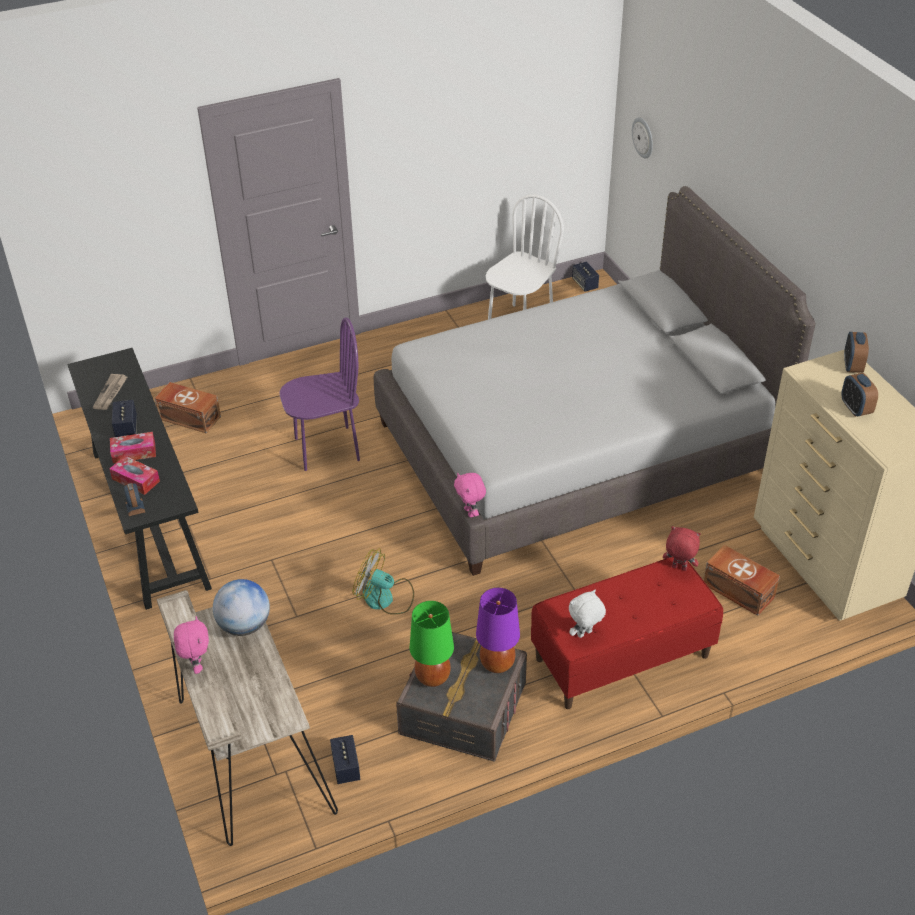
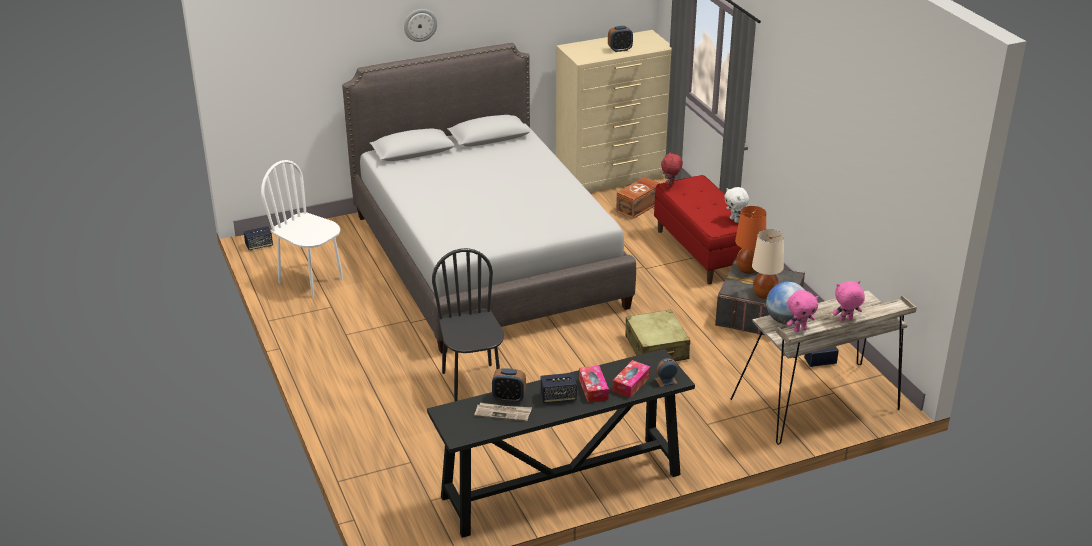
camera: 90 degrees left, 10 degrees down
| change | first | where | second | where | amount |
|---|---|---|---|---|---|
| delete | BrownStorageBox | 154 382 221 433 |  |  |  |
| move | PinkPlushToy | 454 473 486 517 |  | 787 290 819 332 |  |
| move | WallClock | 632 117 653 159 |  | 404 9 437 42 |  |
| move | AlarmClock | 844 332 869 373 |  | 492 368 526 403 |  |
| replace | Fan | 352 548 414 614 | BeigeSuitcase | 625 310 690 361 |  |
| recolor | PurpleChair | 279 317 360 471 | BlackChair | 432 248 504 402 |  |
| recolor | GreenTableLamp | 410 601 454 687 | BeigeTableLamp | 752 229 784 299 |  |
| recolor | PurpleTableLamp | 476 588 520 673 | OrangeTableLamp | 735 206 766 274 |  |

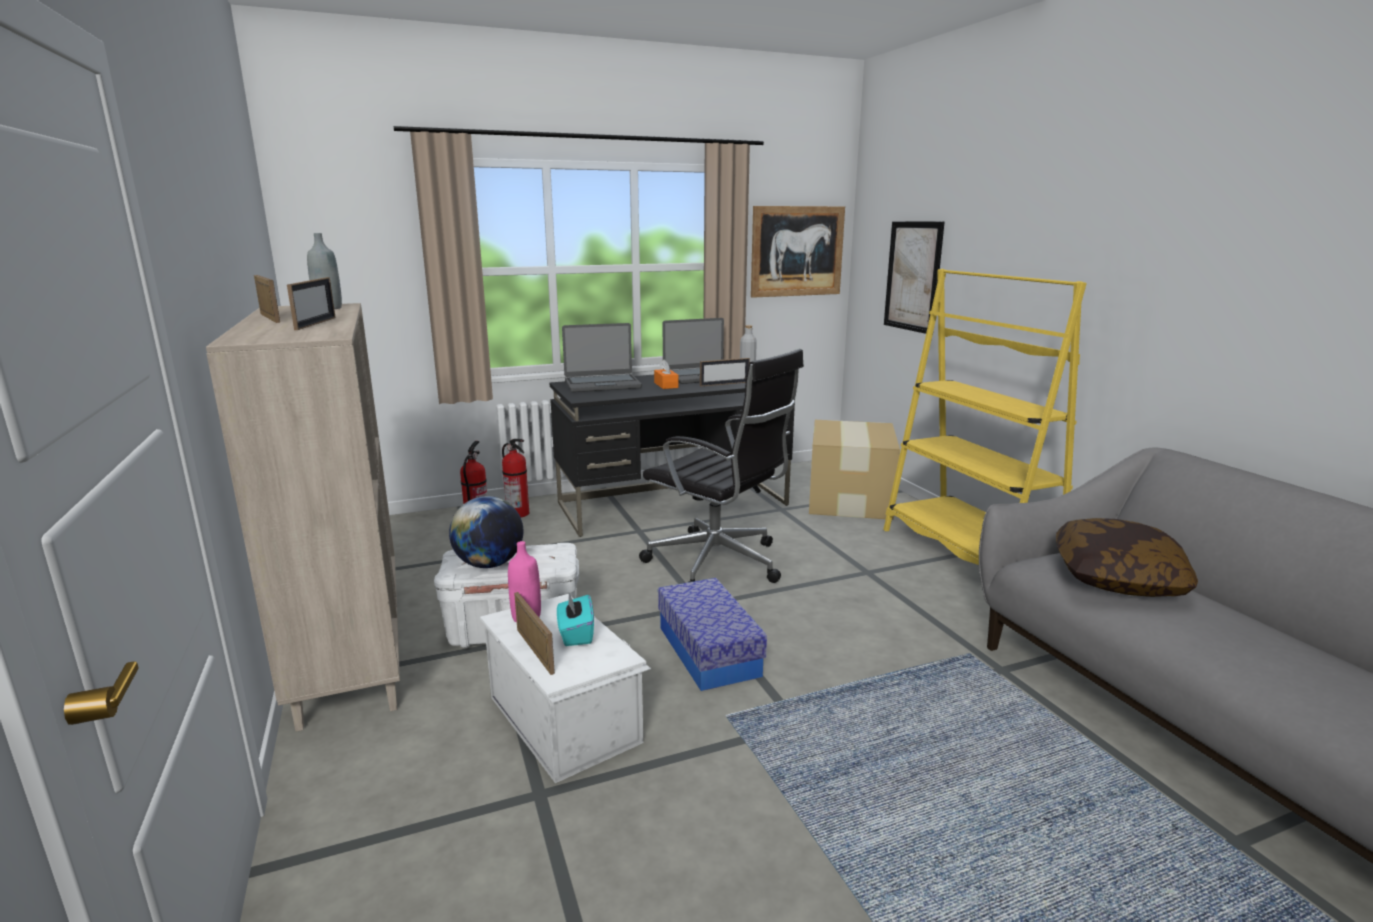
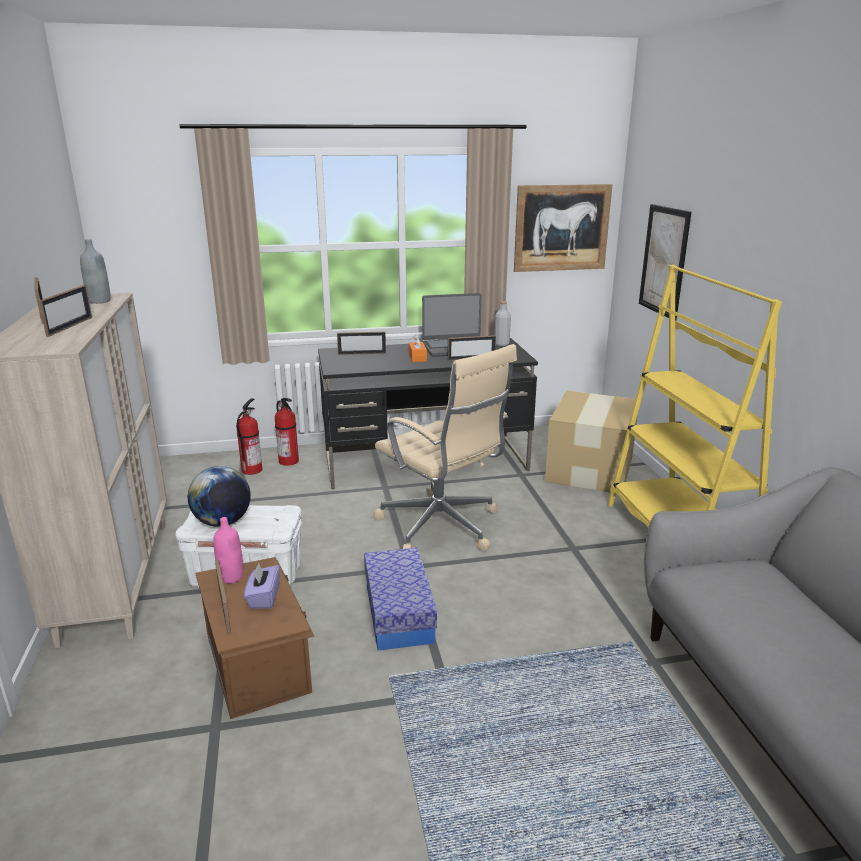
camera: 10 degrees right, 5 degrees up
| change | first | where | second | where | amount |
|---|---|---|---|---|---|
| delete | Pillow | 1056 518 1198 597 |  |  |  |
| replace | Laptop | 562 323 642 392 | PictureFrame | 337 332 386 355 |  |
| recolor | WhiteStorageBox | 480 594 651 783 | BrownStorageBox | 196 557 314 719 |  |
| recolor | TurquoiseTissueBox | 557 593 594 646 | PurpleTissueBox | 244 563 280 609 |  |
| recolor | BlackOfficeChair | 639 349 804 583 | BeigeOfficeChair | 374 344 517 551 |  |

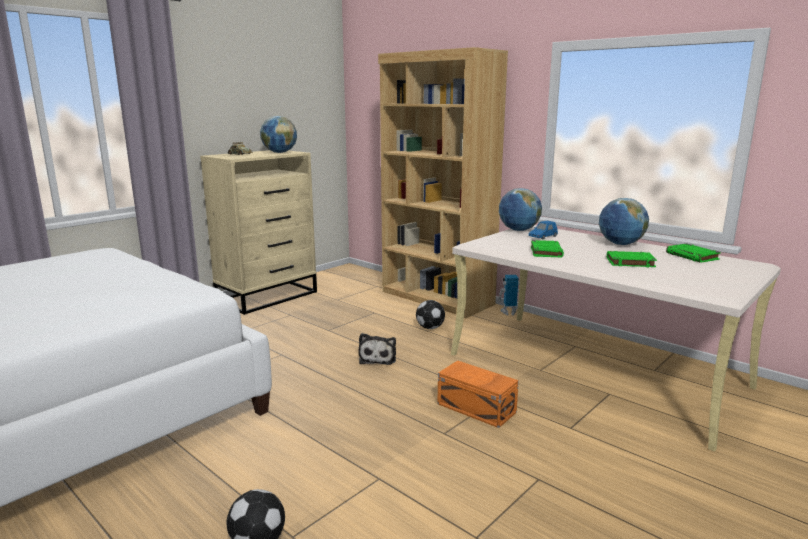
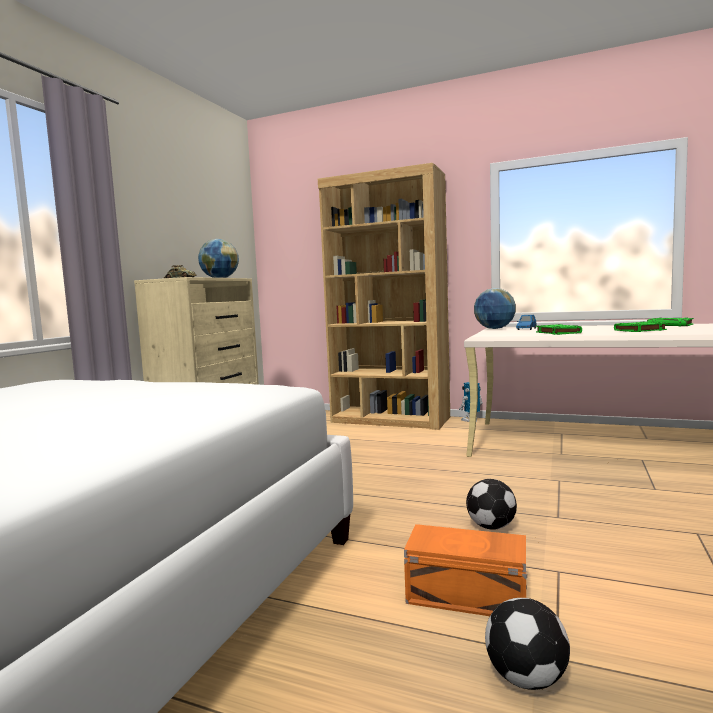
camera: 20 degrees left, 10 degrees down
| change | first | where | second | where | amount |
|---|---|---|---|---|---|
| delete | PlushToy | 358 333 396 365 |  |  |  |
| delete | Globe | 599 198 649 245 |  |  |  |
| move | Football | 416 300 445 329 |  | 466 479 517 530 |  |
| move | OrangeStorageBox | 437 360 519 428 |  | 404 524 527 616 |  |

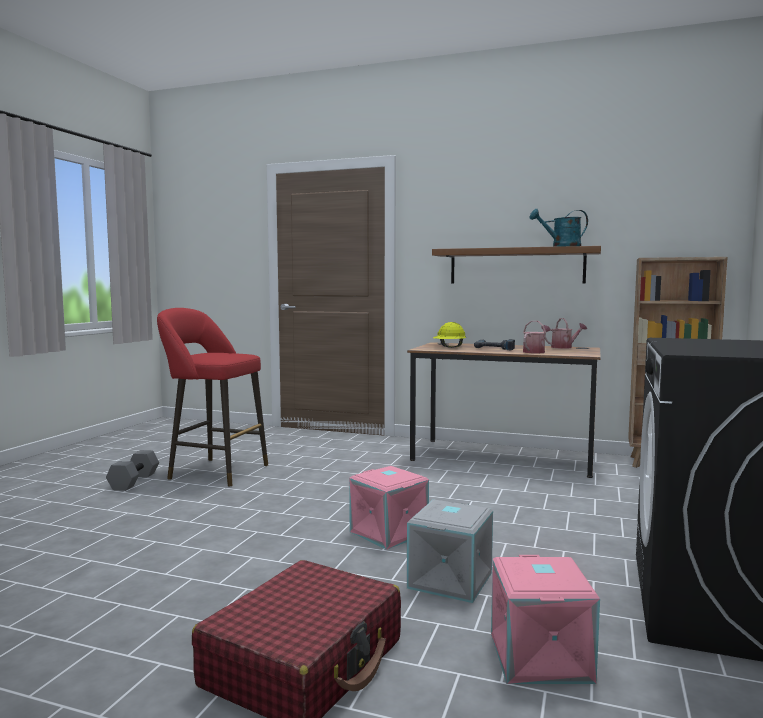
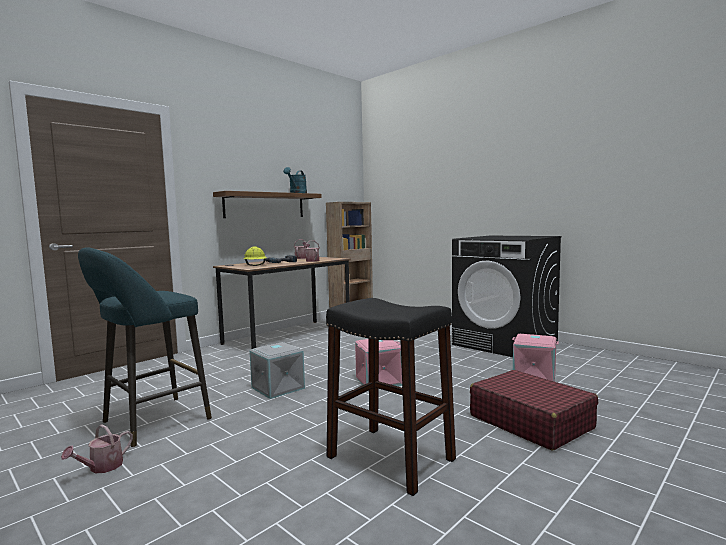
camera: 65 degrees left, 0 degrees up
| change | first | where | second | where | amount |
|---|---|---|---|---|---|
| insert |  |  | BlackStool | 326 298 456 496 |  |
| move | GreyStorageBox | 407 500 493 603 |  | 250 342 305 399 |  |
| replace | GreyDumbbell | 106 450 159 491 | WateringCan | 61 424 133 473 |  |
| recolor | RedStool | 157 308 268 486 | TurquoiseStool | 78 247 212 447 |  |

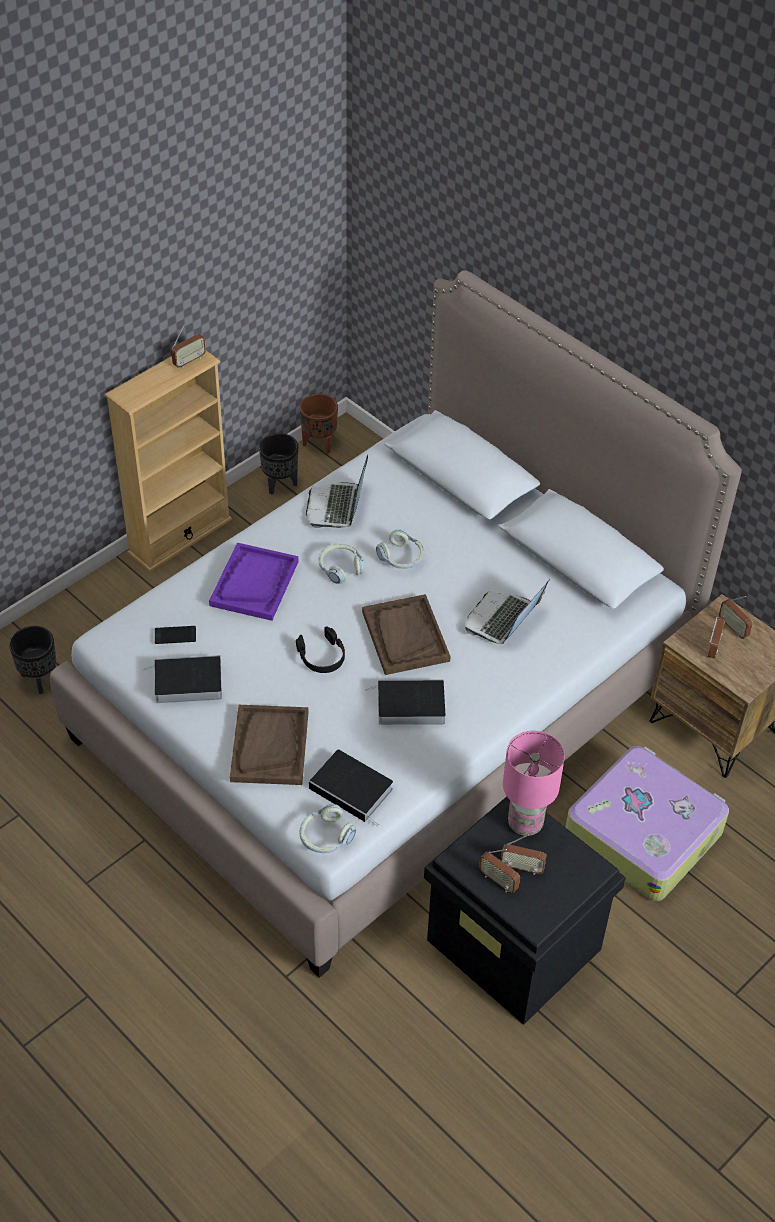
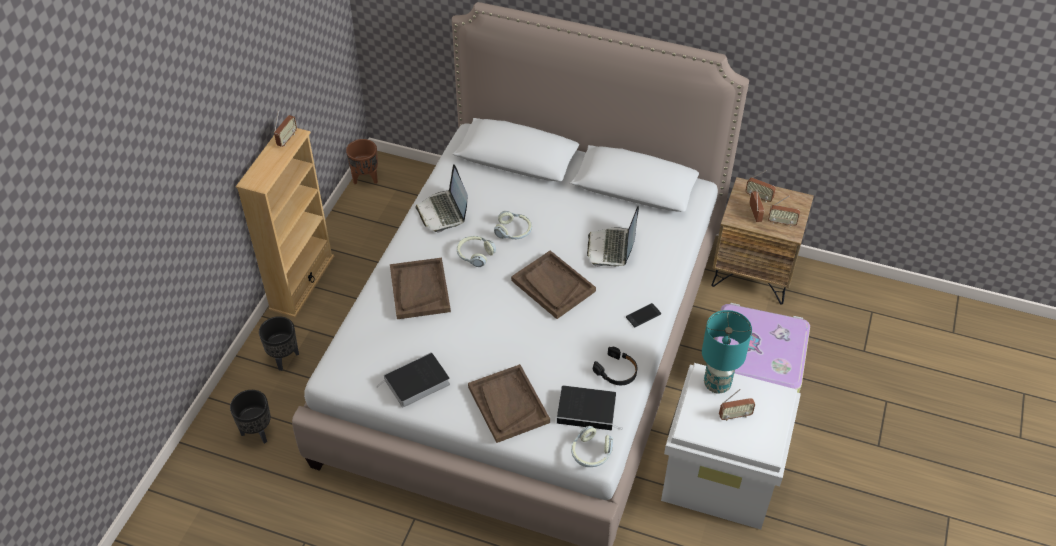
camera: 25 degrees left, 0 degrees up
| change | first | where | second | where | amount |
|---|---|---|---|---|---|
| delete | Book | 365 679 446 725 |  |  |  |
| move | Phone | 155 626 196 644 |  | 626 303 661 327 |  |
| move | BlackPlanter | 259 433 298 495 |  | 259 316 299 371 |  |
| move | BlackHeadphones | 296 626 345 673 |  | 593 347 637 385 |  |
| move | Radio | 479 849 520 894 |  | 768 196 800 227 |  |
| recolor | PurpleTray | 209 543 299 621 | BrownTray | 390 258 451 319 |  |
| recolor | BlackStorageBox | 424 797 626 1025 | WhiteStorageBox | 661 363 801 530 |  |
| recolor | PinkTableLamp | 503 731 565 836 | TurquoiseTableLamp | 702 310 752 394 |  |

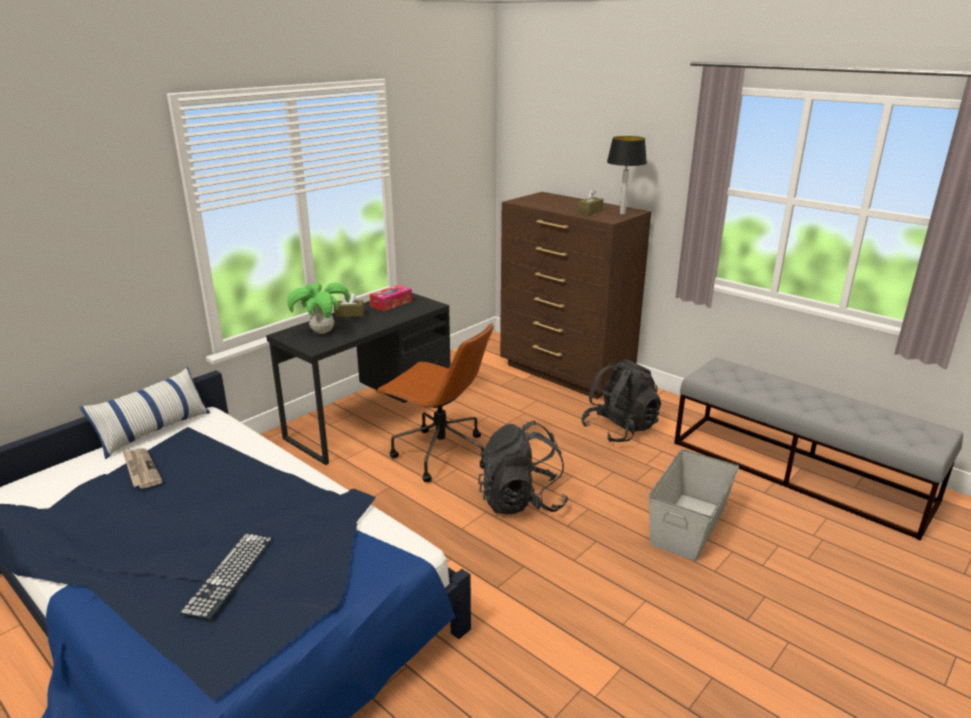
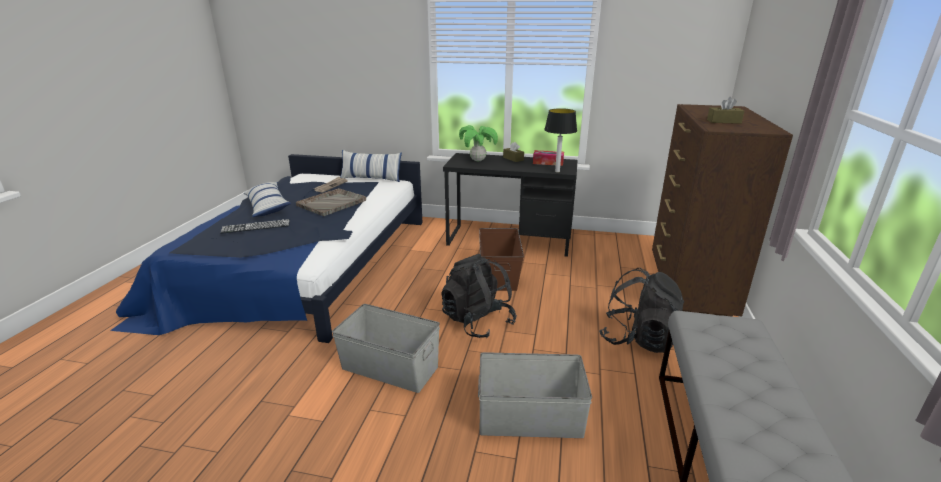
camera: 60 degrees right, 0 degrees up
| change | first | where | second | where | amount |
|---|---|---|---|---|---|
| insert |  |  | Pillow | 244 182 291 217 |  |
| insert |  |  | GreyTray | 296 188 366 216 |  |
| insert |  |  | GreyStorageBox | 332 304 440 393 |  |
| move | TableLamp | 607 136 647 215 |  | 544 108 577 172 |  |
| replace | BrownOfficeChair | 376 323 494 482 | BrownStorageBox | 479 228 524 291 |  |

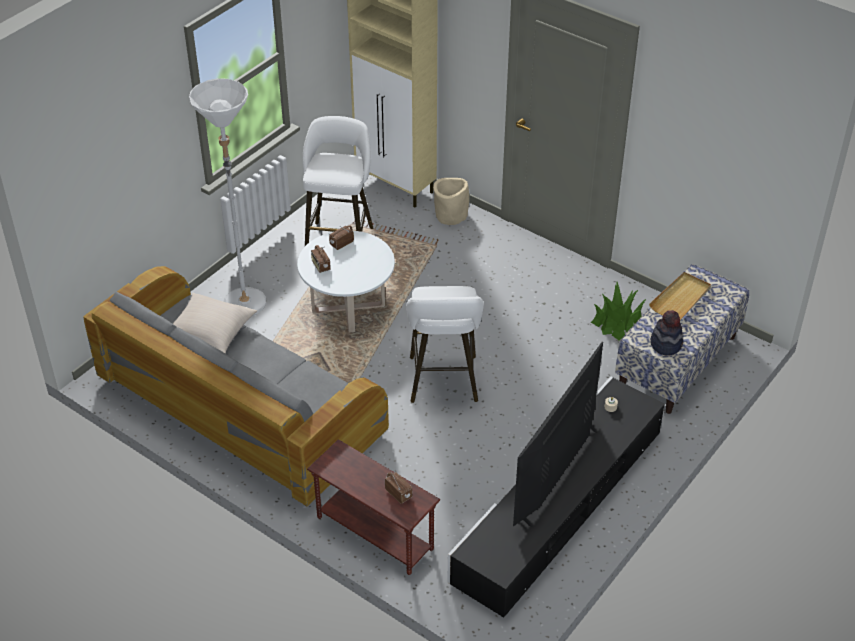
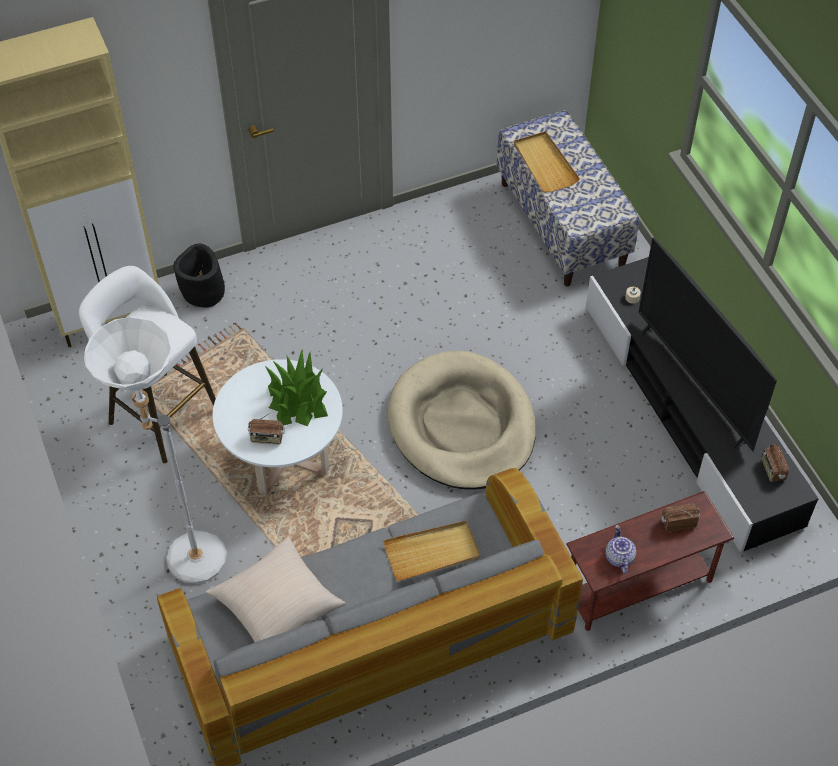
camera: 60 degrees left, 10 degrees up
| change | first | where | second | where | amount |
|---|---|---|---|---|---|
| delete | Hat | 651 310 683 355 |  |  |  |
| insert |  |  | BeigeTray | 383 521 480 582 |  |
| insert |  |  | Teapot | 605 525 636 574 |  |
| move | Radio | 329 225 354 250 |  | 762 444 789 482 |  |
| move | PottedPlant | 591 282 646 340 |  | 265 349 328 426 |  |
| replace | WhiteStool | 406 286 484 403 | BeigeDogBed | 388 351 536 490 |  |
| recolor | BeigePlanter | 433 178 469 225 | BlackPlanter | 173 243 225 308 |  |

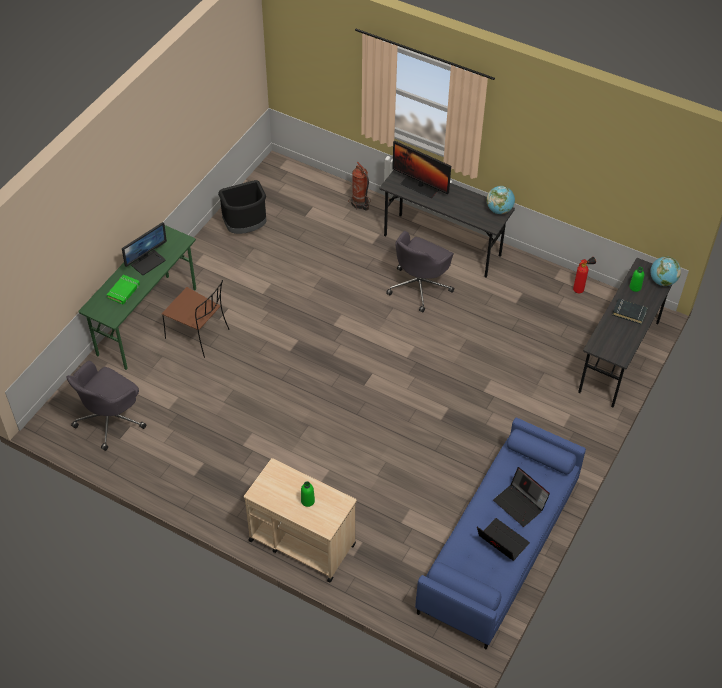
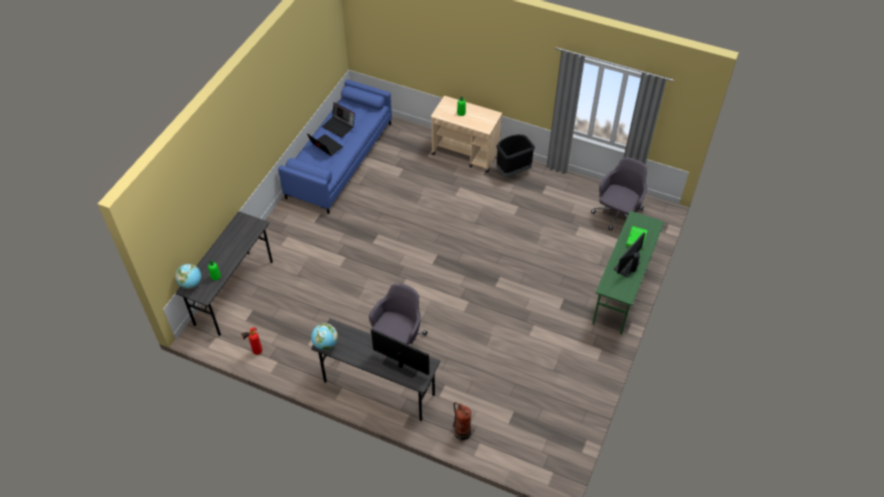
camera: 175 degrees right, 0 degrees up
| change | first | where | second | where | amount |
|---|---|---|---|---|---|
| delete | BrownChair | 162 280 229 358 |  |  |  |
| delete | BlackBook | 612 298 648 325 |  |  |  |
| move | BlackTrashCan | 218 180 266 234 |  | 496 134 535 177 |  |

